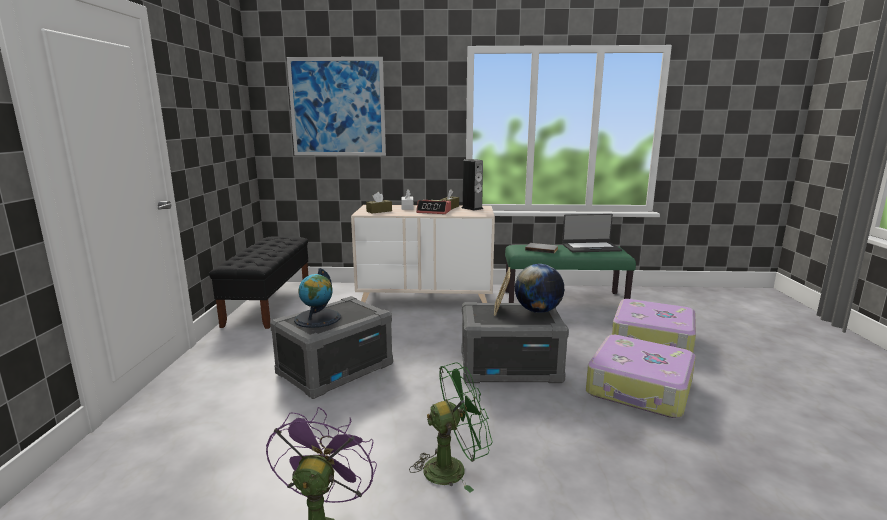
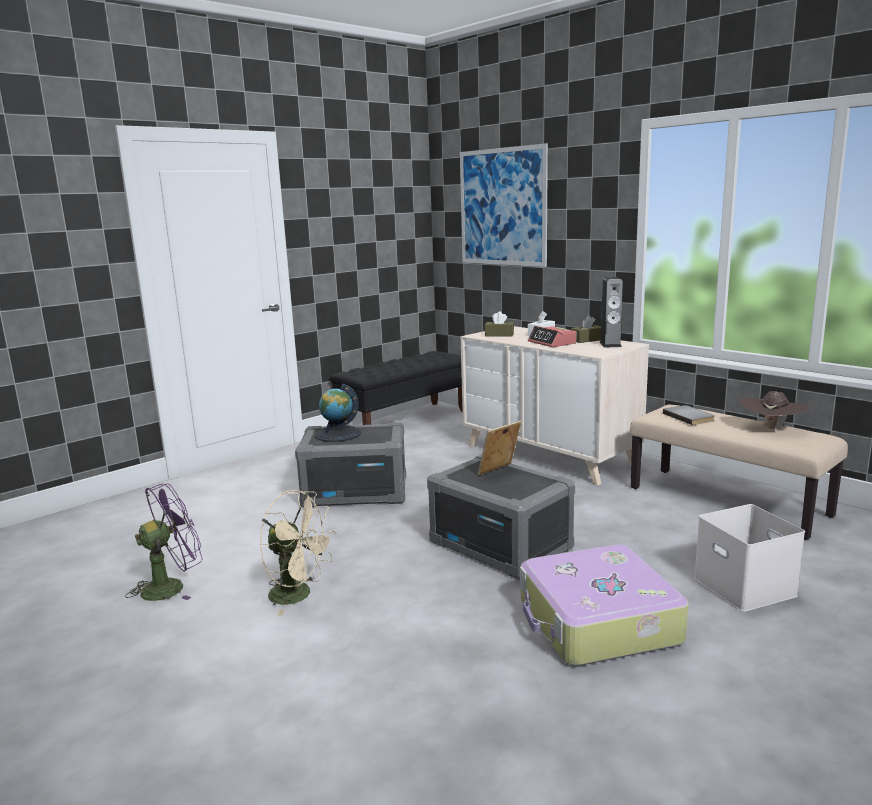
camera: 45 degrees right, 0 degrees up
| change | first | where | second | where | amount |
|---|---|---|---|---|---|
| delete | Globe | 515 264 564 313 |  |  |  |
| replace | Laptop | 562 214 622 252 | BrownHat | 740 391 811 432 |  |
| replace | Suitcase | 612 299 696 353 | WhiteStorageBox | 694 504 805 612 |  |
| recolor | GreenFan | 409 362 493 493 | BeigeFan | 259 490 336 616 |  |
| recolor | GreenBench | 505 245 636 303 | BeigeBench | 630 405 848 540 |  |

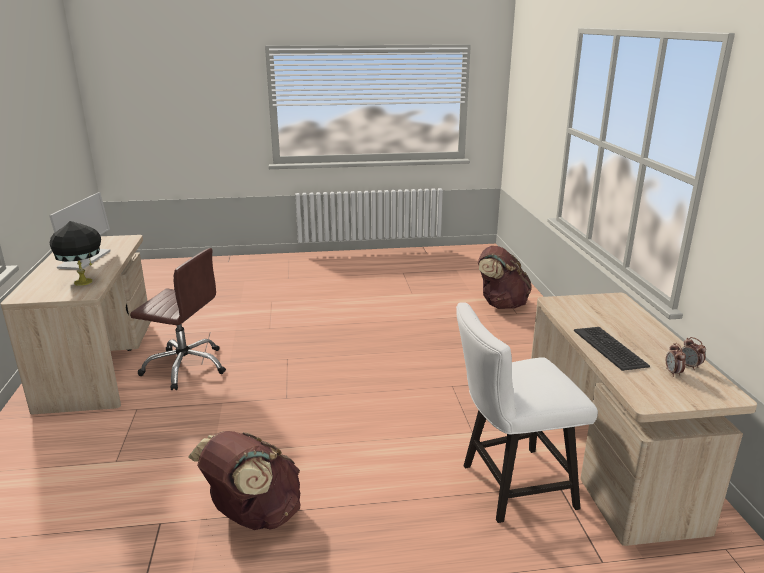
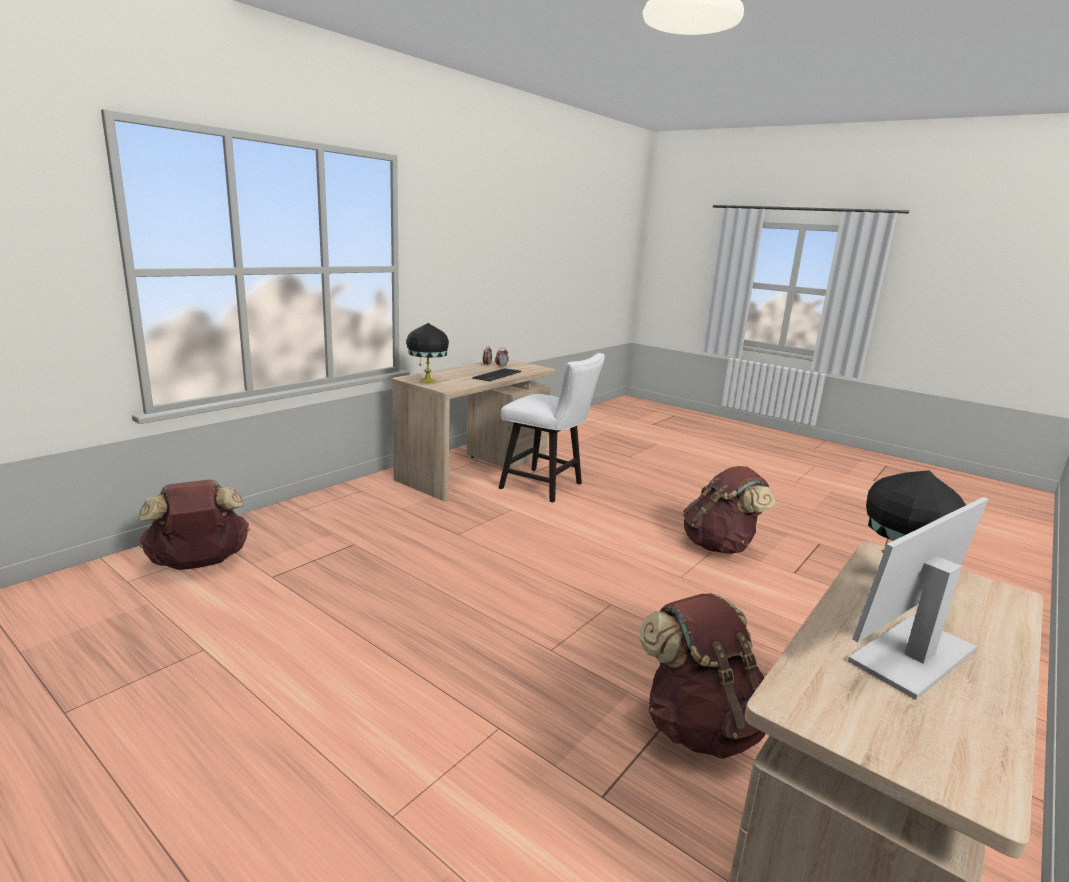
camera: 135 degrees left, 5 degrees down
| change | first | where | second | where | amount |
|---|---|---|---|---|---|
| insert |  |  | BlackTableLamp | 406 323 449 383 |  |
| replace | BrownOfficeChair | 130 248 226 390 | BrownBackpack | 639 594 766 759 |  |

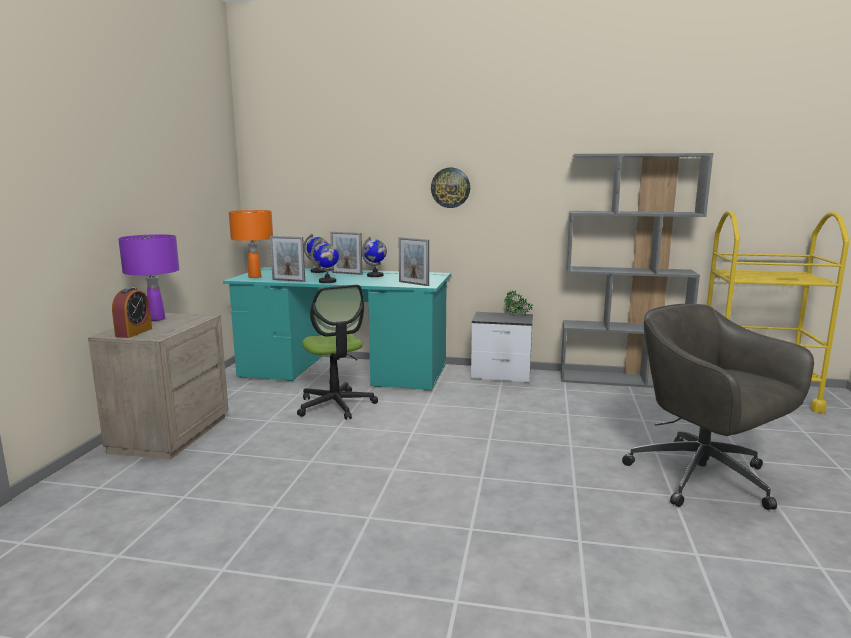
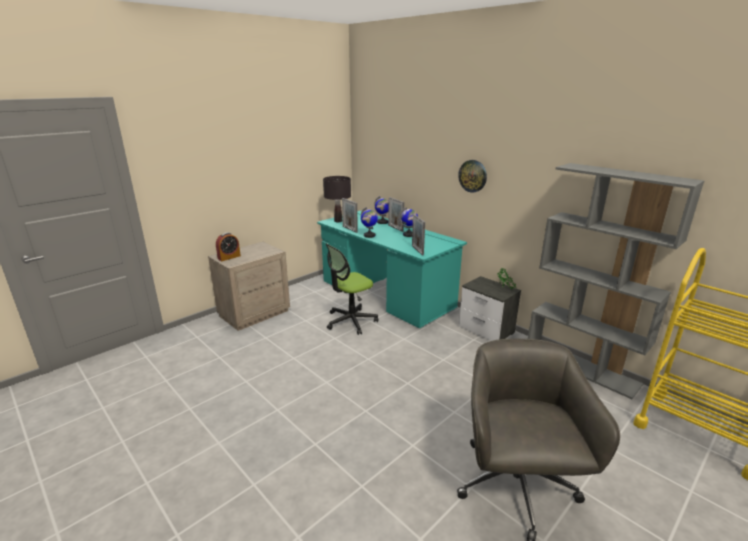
camera: 35 degrees right, 10 degrees up
| change | first | where | second | where | amount |
|---|---|---|---|---|---|
| delete | PurpleTableLamp | 118 234 179 321 |  |  |  |
| recolor | OrangeTableLamp | 229 210 273 278 | BlackTableLamp | 323 176 351 222 |  |
| rotate | OfficeChair | 297 285 378 420 |  | 325 243 378 335 | 45 degrees clockwise |

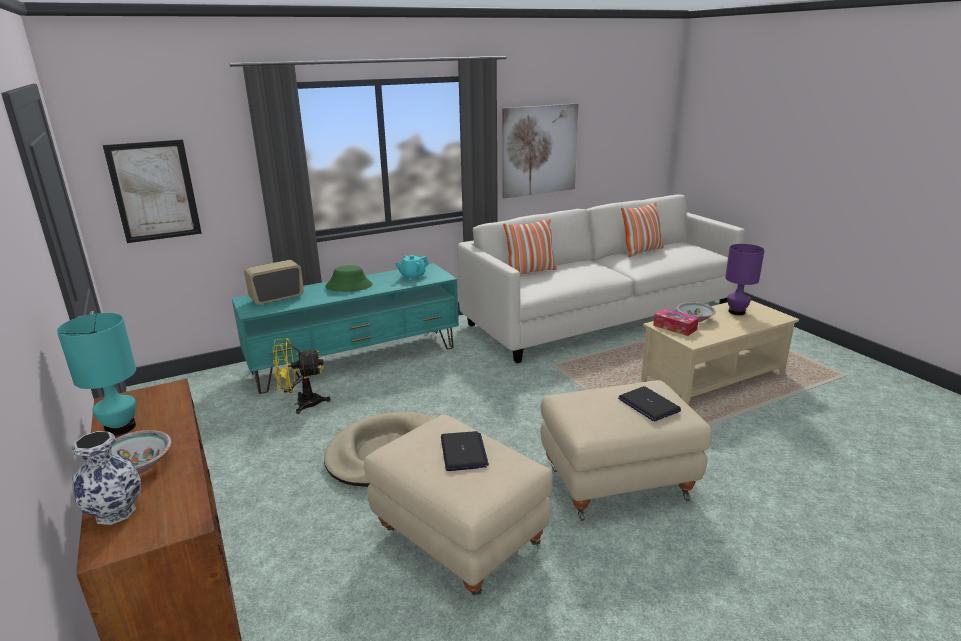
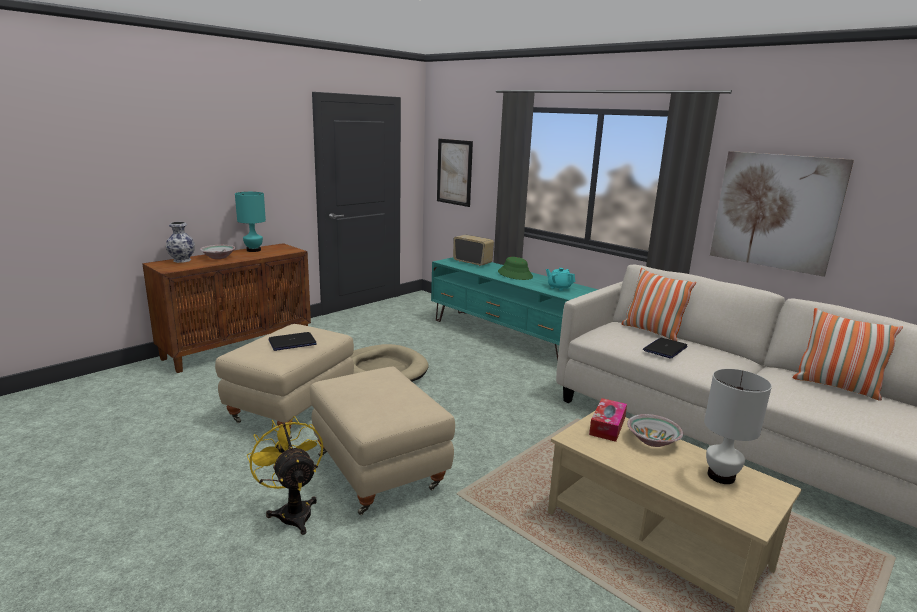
camera: 70 degrees right, 5 degrees down
| change | first | where | second | where | amount |
|---|---|---|---|---|---|
| move | YellowFan | 273 338 331 414 |  | 247 416 323 535 |  |
| move | Laptop | 618 386 681 421 |  | 643 338 688 358 |  |
| recolor | PurpleTableLamp | 725 244 765 315 | WhiteTableLamp | 704 369 772 484 |  |

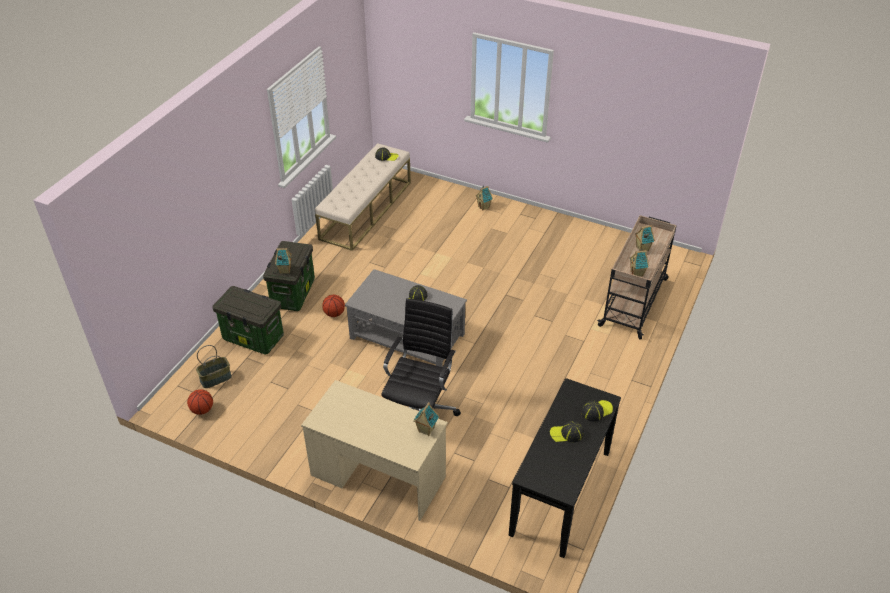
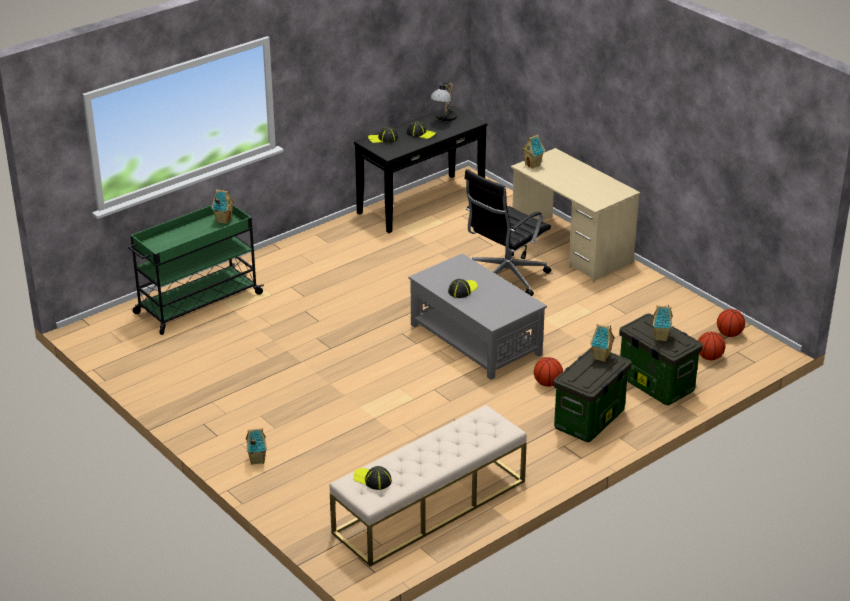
camera: 155 degrees left, 10 degrees down
| change | first | where | second | where | amount |
|---|---|---|---|---|---|
| insert |  |  | TableLamp | 430 82 457 121 |  |
| move | ToyHouse | 635 225 655 251 |  | 653 305 673 341 |  |
| replace | Basket | 196 345 232 388 | Basketball | 698 332 725 360 |  |
| recolor | BeigeCart | 597 215 677 339 | GreenCart | 128 205 264 335 |  |

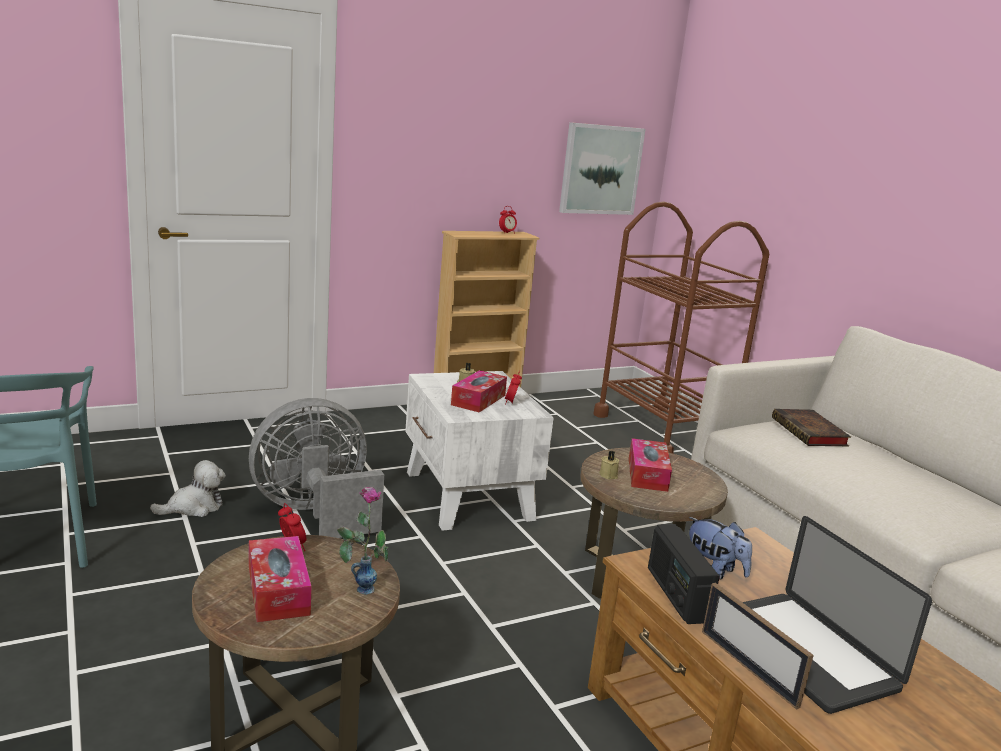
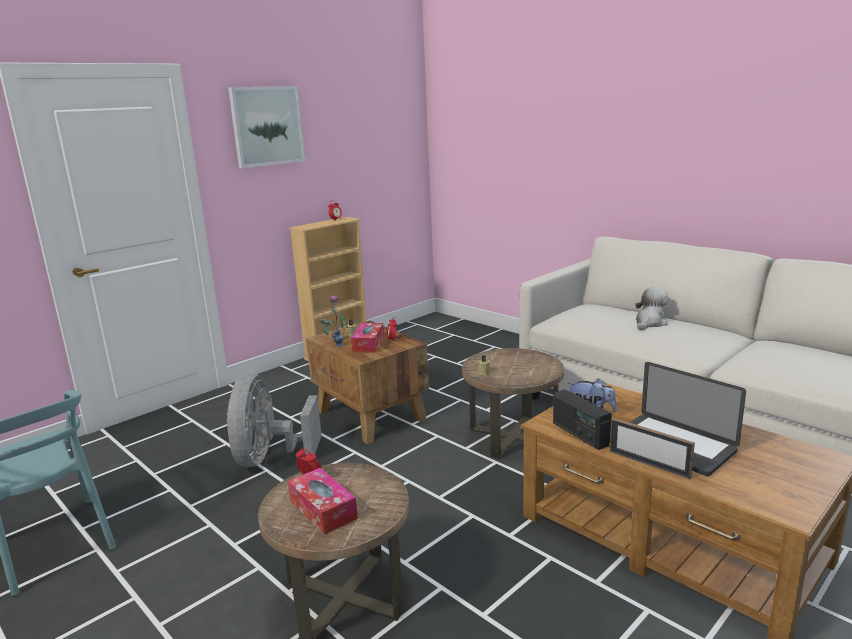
camera: 15 degrees left, 0 degrees up
| change | first | where | second | where | amount |
|---|---|---|---|---|---|
| delete | BrownCart | 593 202 769 453 |  |  |  |
| delete | TissueBox | 629 438 672 492 |  |  |  |
| delete | Book | 772 409 851 446 |  |  |  |
| move | PlushToy | 150 460 226 517 |  | 635 288 668 330 |  |
| move | Vase | 337 487 388 595 |  | 319 296 348 347 |  |
| move | Picture | 559 122 646 215 |  | 228 86 306 168 |  |
| recolor | WhiteSideTable | 405 371 554 531 | BrownSideTable | 306 320 429 444 |  |
| rotate | GreyFan | 249 398 384 538 |  | 226 374 322 467 | 45 degrees counterclockwise |

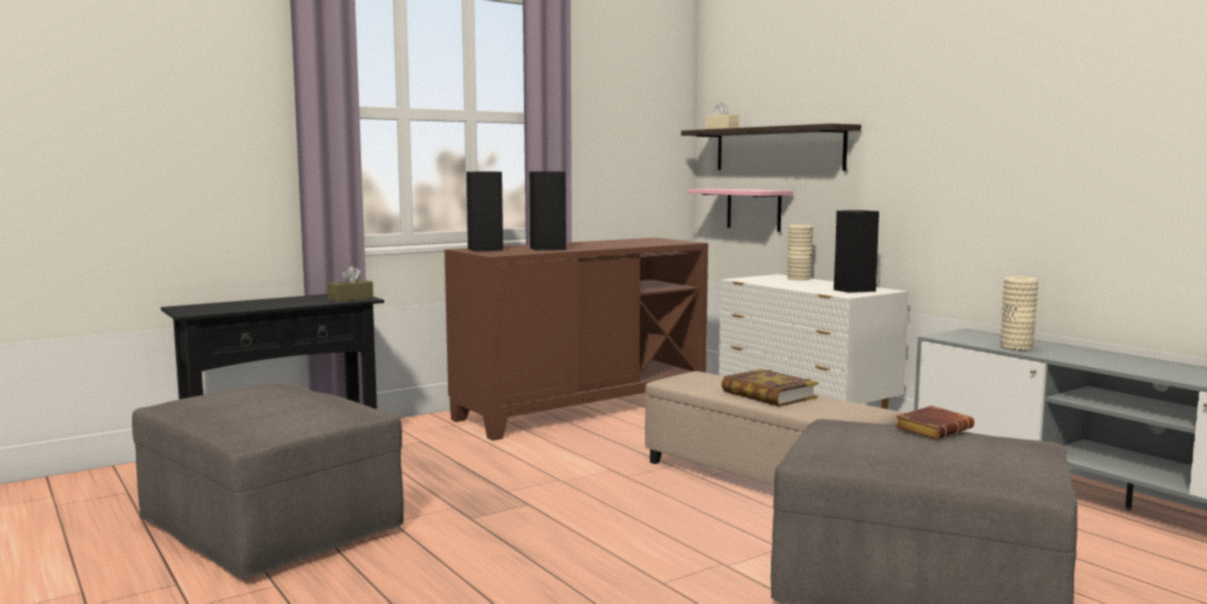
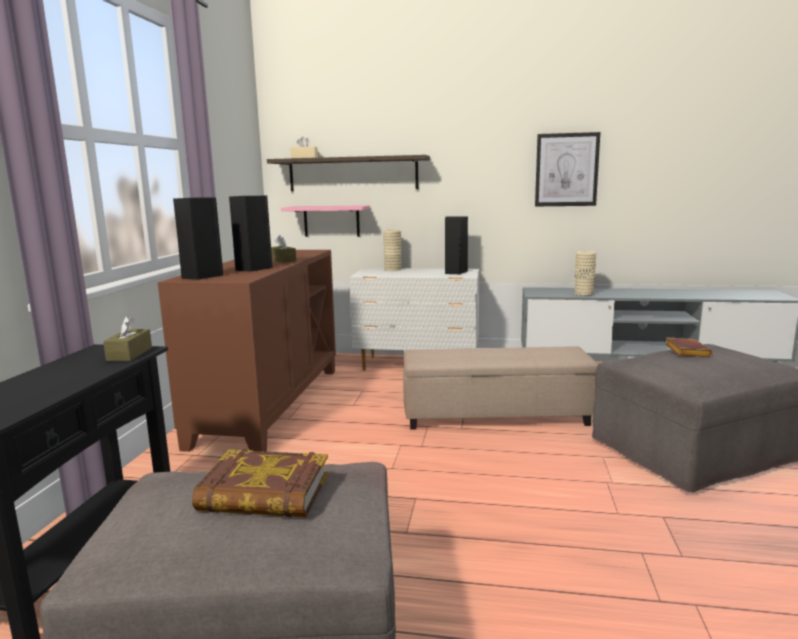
camera: 45 degrees left, 5 degrees up
| change | first | where | second | where | amount |
|---|---|---|---|---|---|
| insert |  |  | BrownTissueBox | 271 235 296 263 |  |
| insert |  |  | Picture | 535 132 600 206 |  |
| move | Book | 721 369 819 406 |  | 192 449 328 517 |  |

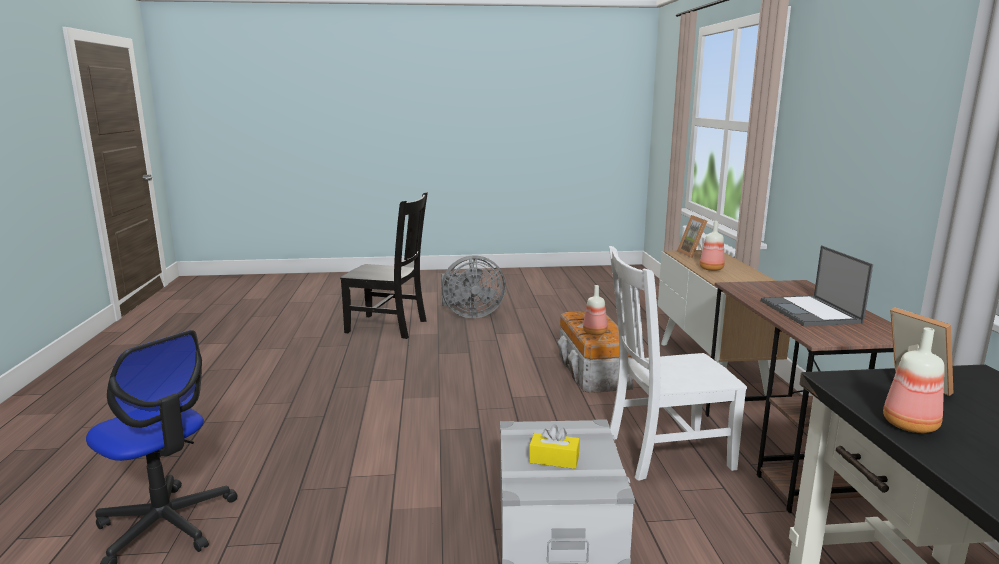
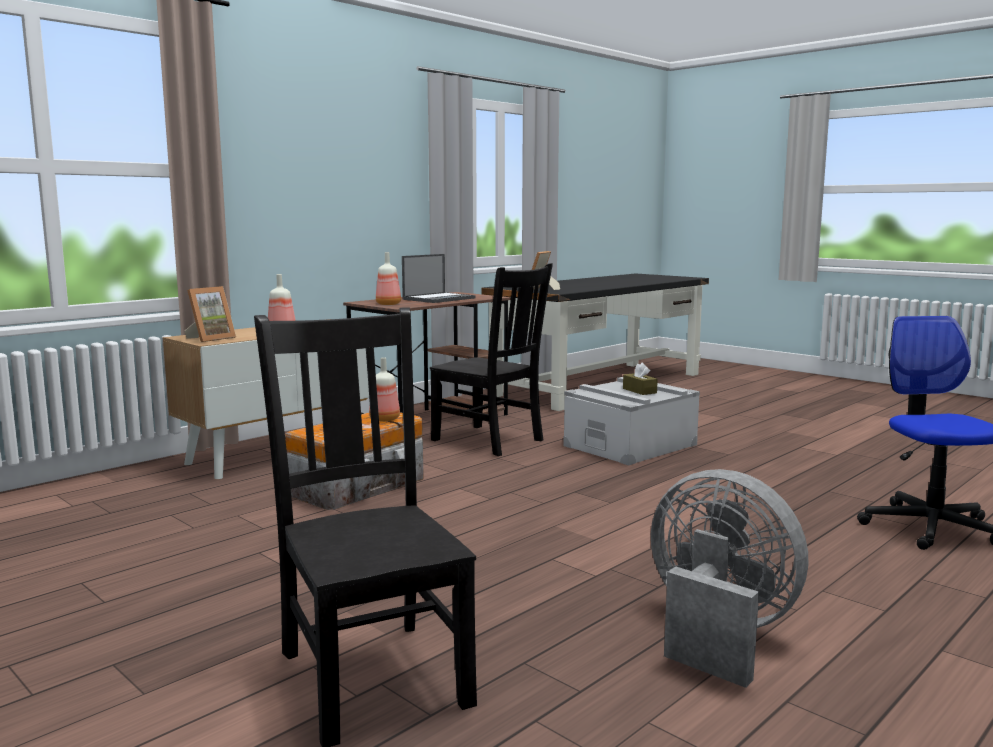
camera: 130 degrees left, 5 degrees down
| change | first | where | second | where | amount |
|---|---|---|---|---|---|
| move | GreyFan | 441 255 506 318 |  | 651 469 808 688 |  |
| move | Bottle | 883 327 944 433 |  | 376 252 401 305 |  |
| recolor | YellowTissueBox | 529 424 580 469 | BrownTissueBox | 623 363 658 395 |  |
| recolor | WhiteChair | 609 246 747 481 | BlackChair | 430 263 553 456 |  |

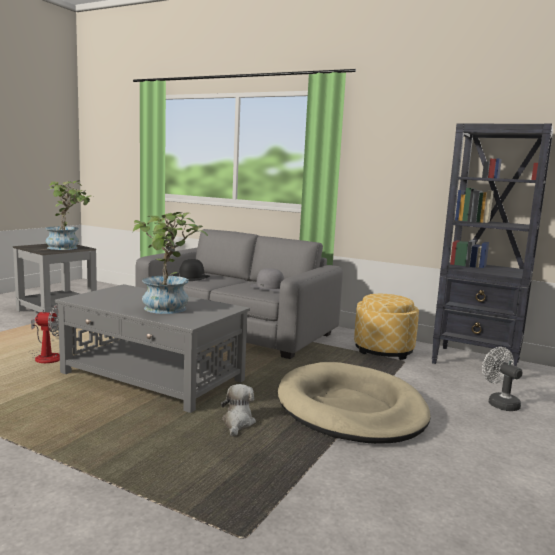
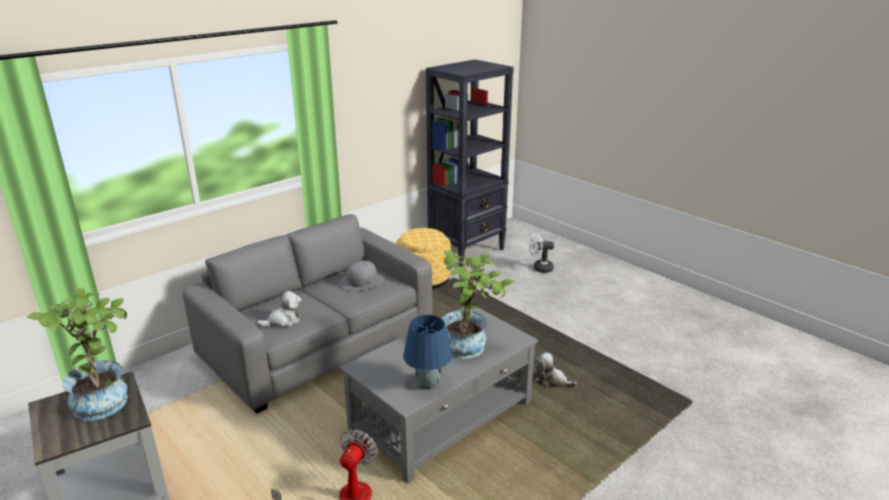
camera: 70 degrees left, 15 degrees up
| change | first | where | second | where | amount |
|---|---|---|---|---|---|
| delete | BeigeDogBed | 278 362 430 444 |  |  |  |
| insert |  |  | BlueTableLamp | 403 315 452 390 |  |
| replace | BlackHat | 173 259 210 281 | PlushToy | 257 291 302 327 |  |

